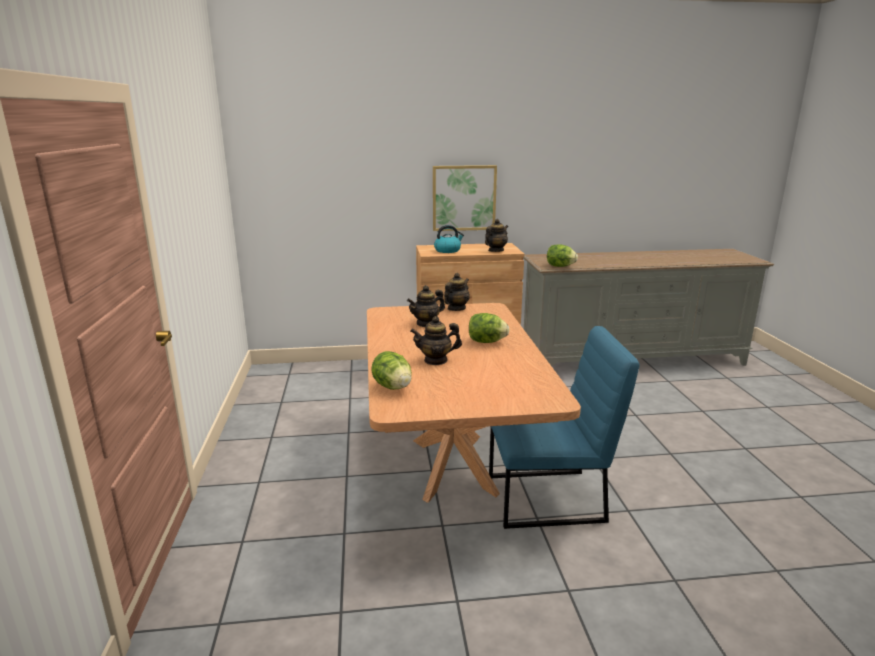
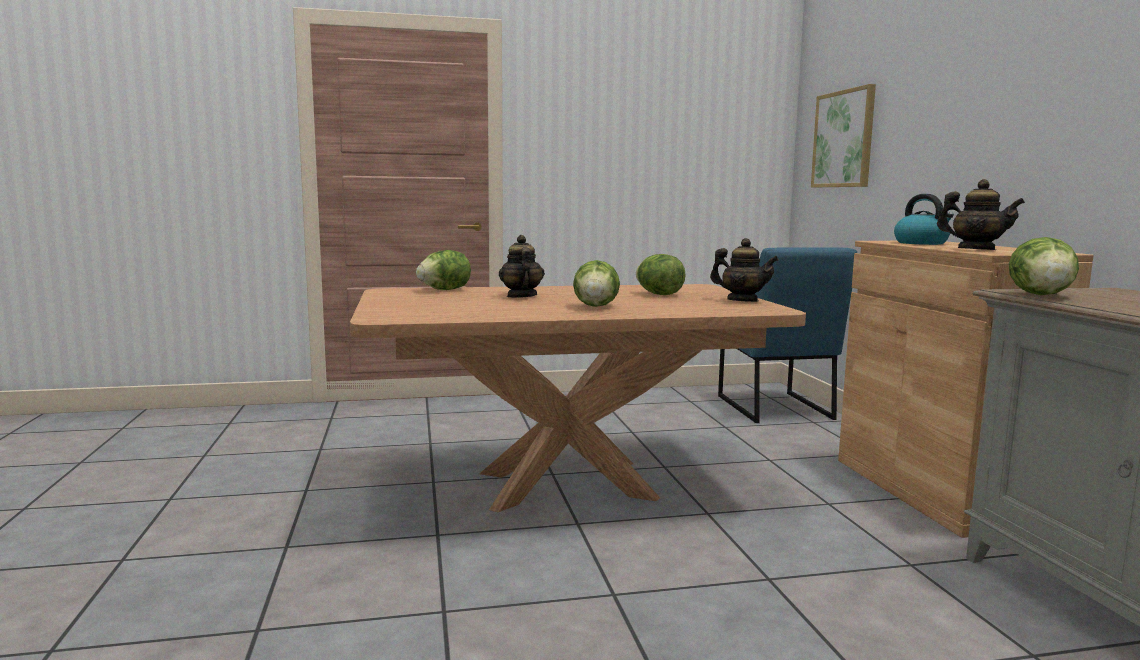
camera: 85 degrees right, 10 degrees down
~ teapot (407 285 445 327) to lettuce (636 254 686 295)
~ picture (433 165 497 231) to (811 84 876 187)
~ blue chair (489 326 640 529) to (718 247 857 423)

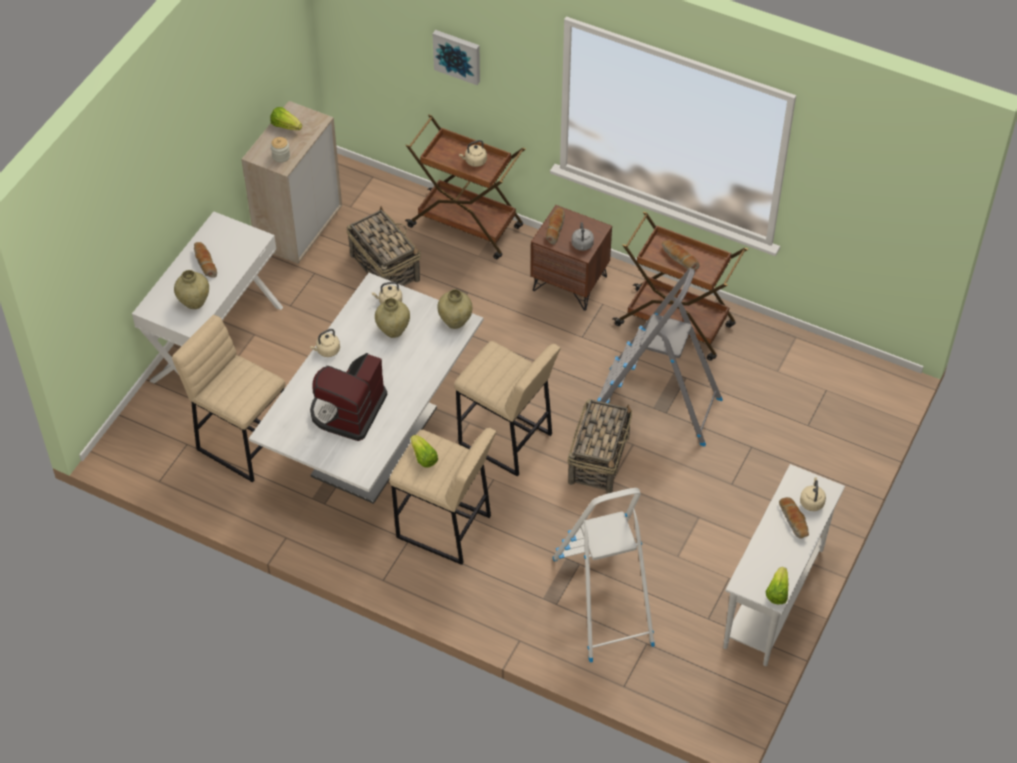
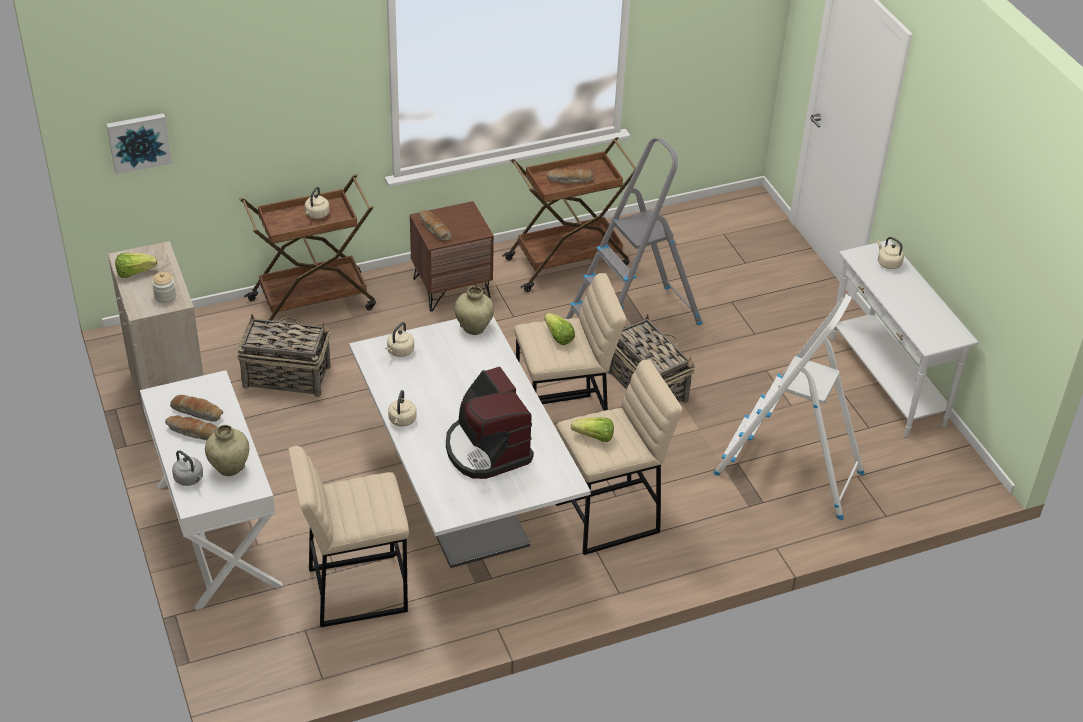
camera: 50 degrees left, 10 degrees down
- beige vase (375 298 410 338)
~ picture (433 30 480 85) to (107 113 172 174)
~ grey kettle (571 222 594 251) to (172 450 203 486)
~ lettuce (766 567 788 604) to (544 313 575 345)
~ bread (779 497 809 539) to (170 395 223 422)

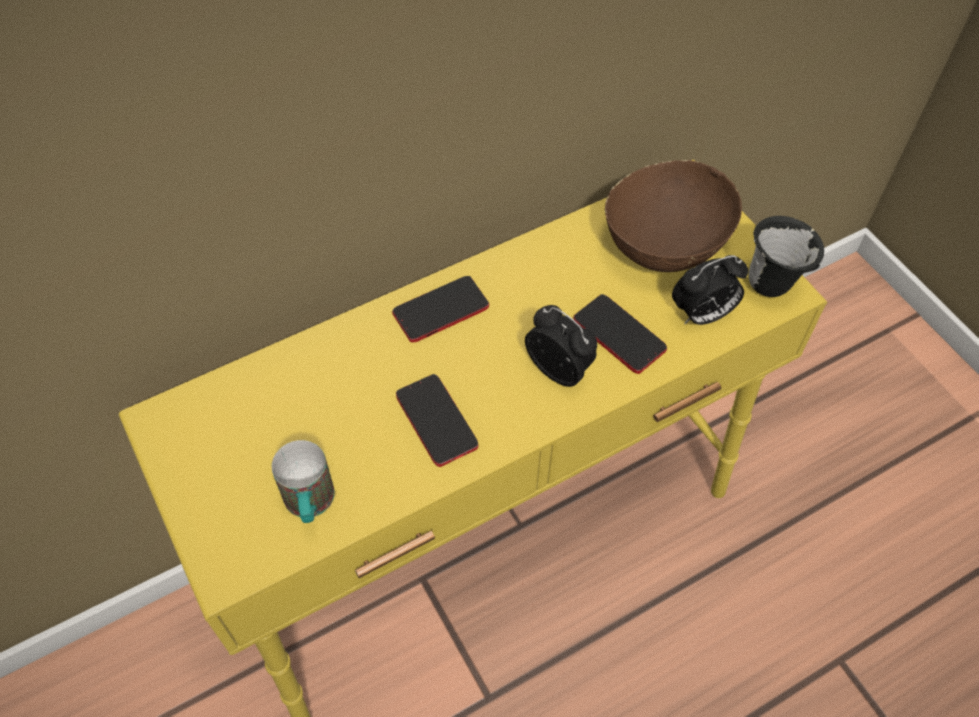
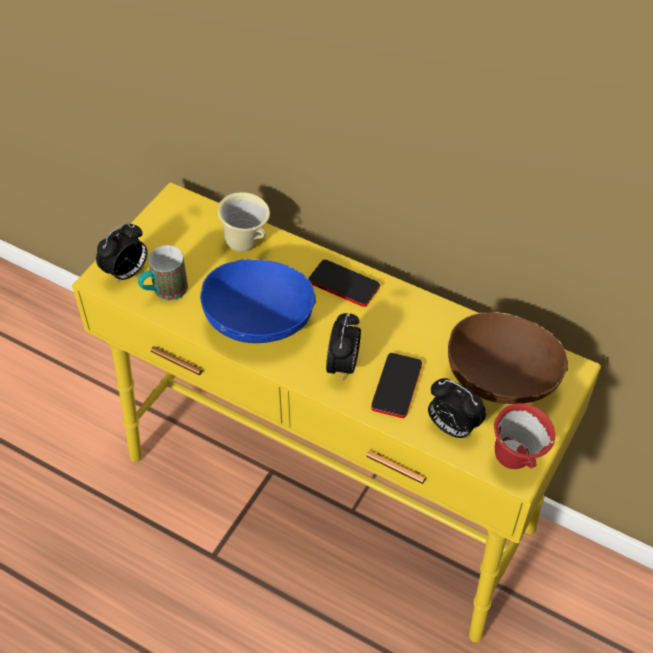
camera: 60 degrees right, 5 degrees down
~ phone (396 374 478 467) to blue bowl (198 258 316 343)
~ black mug (749 216 824 297) to red mug (494 403 555 469)
+ alarm clock (96 223 148 284)
+ beige mug (218 192 270 252)

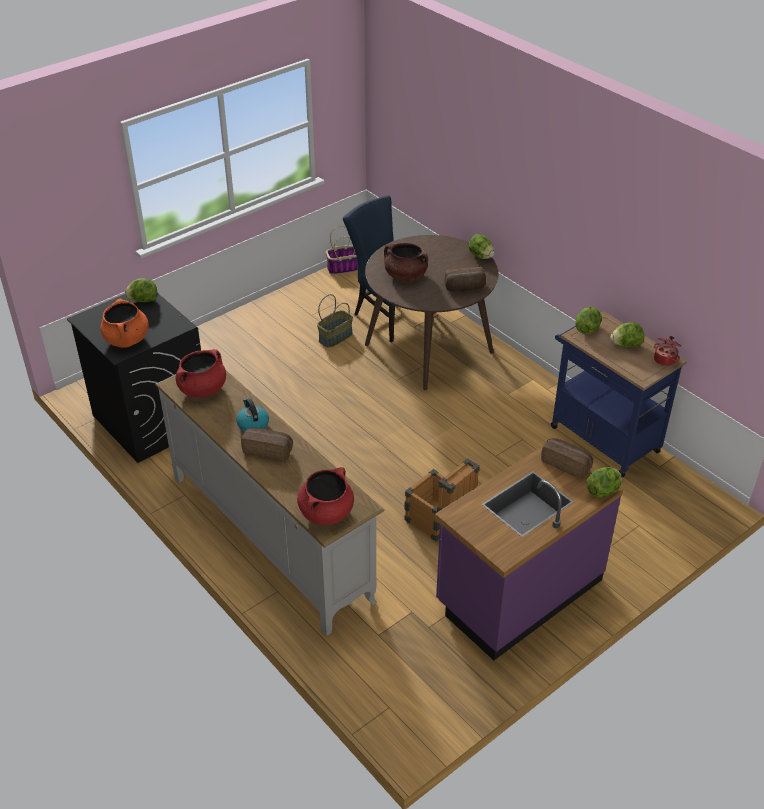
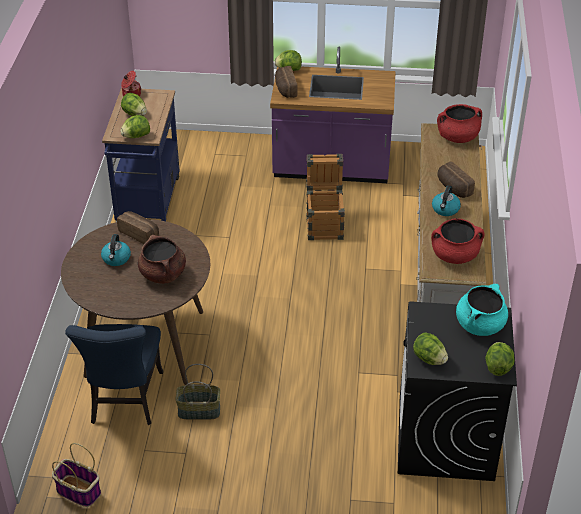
camera: 135 degrees left, 0 degrees up
~ orange cooking pot (100 298 149 348) to turquoise cooking pot (456 284 508 336)
~ lettuce (468 234 495 259) to (485 342 515 376)
+ kettle (101 234 131 266)

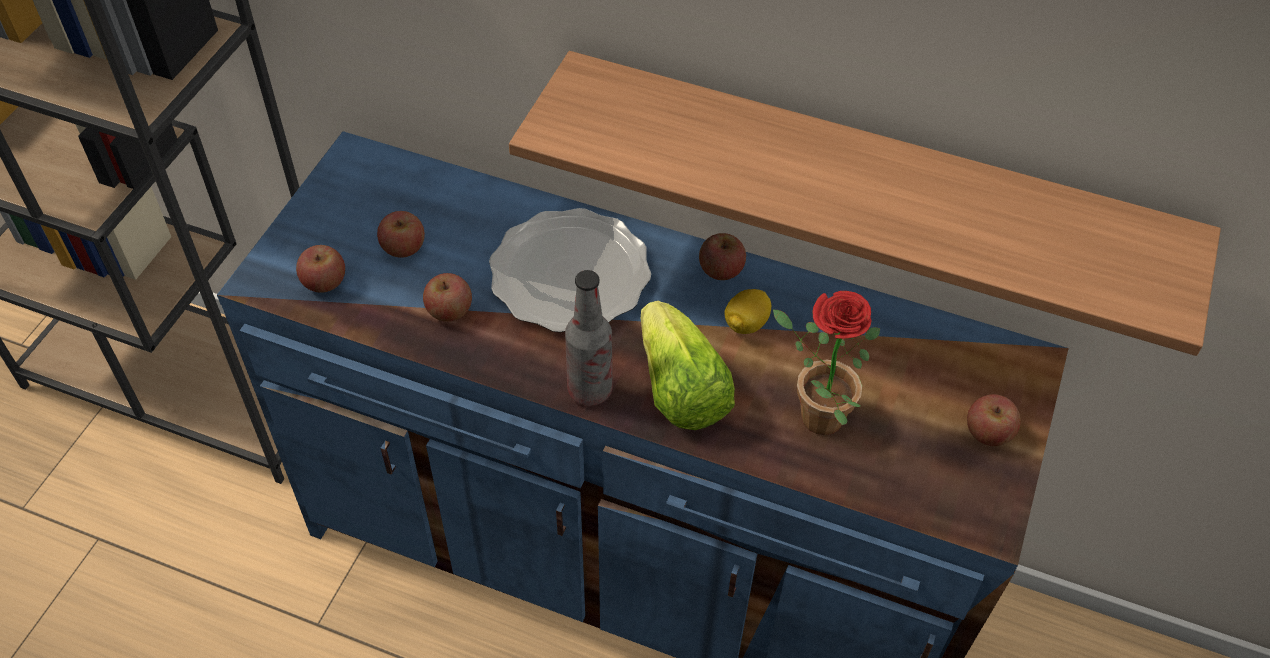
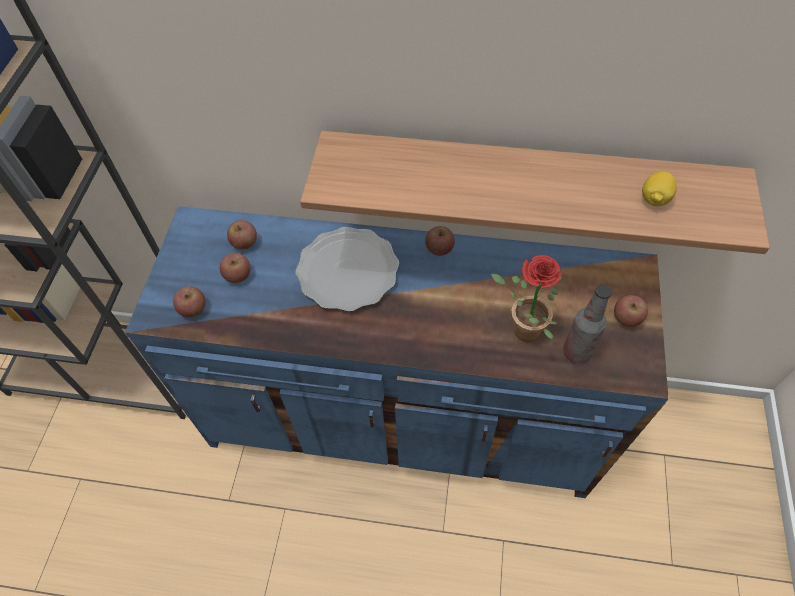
camera: 10 degrees left, 5 degrees up
~ apple (423 273 472 322) to (227 220 257 250)
~ bottle (565 270 613 406) to (563 284 612 363)
- lettuce (641 301 735 430)
~ lemon (724 289 771 334) to (642 171 677 206)

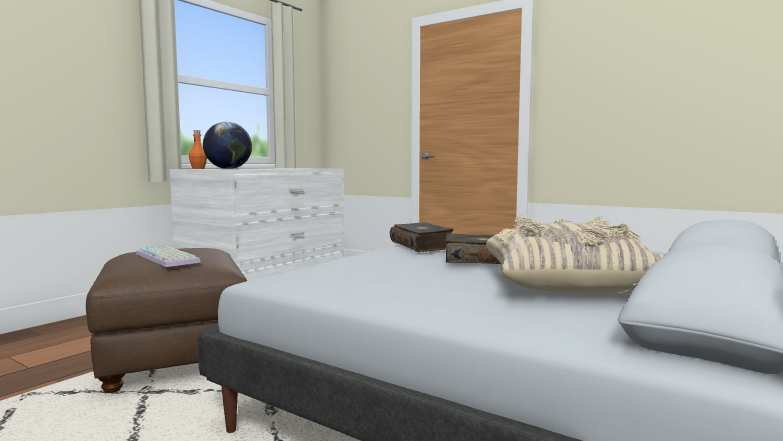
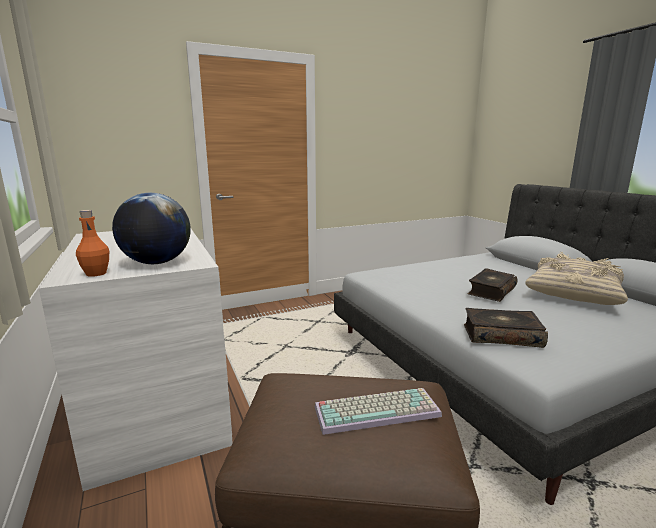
camera: 60 degrees left, 10 degrees up
~ book (390 222 453 252) to (464 308 548 348)

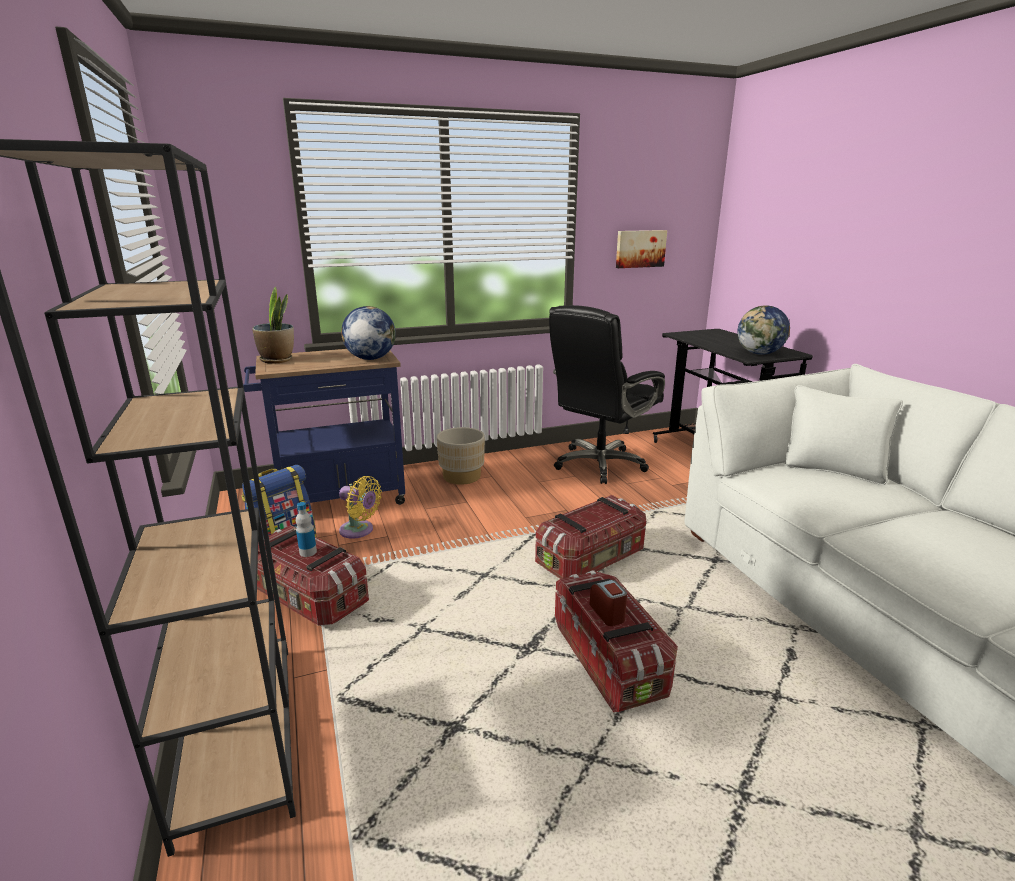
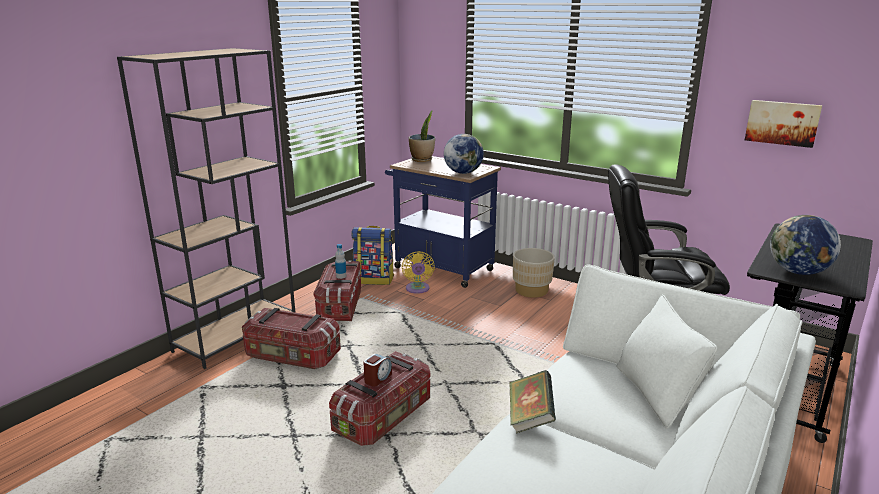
camera: 55 degrees right, 0 degrees up
~ storage box (535 495 646 579) to (242 308 341 369)
+ book (509 370 556 433)

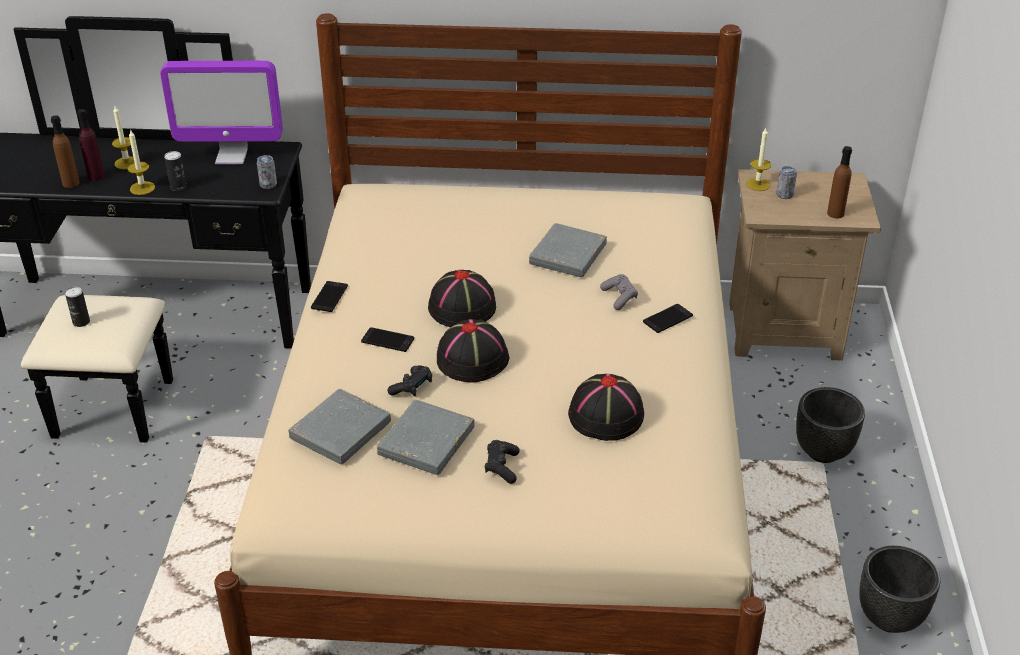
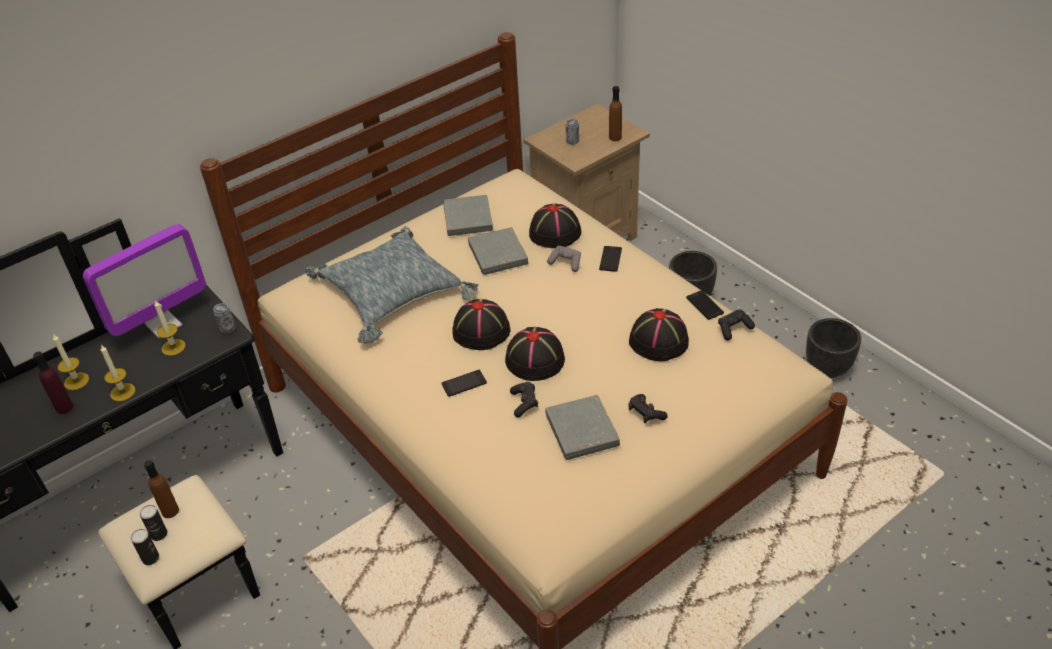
camera: 40 degrees left, 5 degrees up
~ brown bottle (51 115 80 188) to (144 460 179 518)
~ can (164 151 186 191) to (131 529 159 565)
~ grey book (288 389 391 465) to (443 195 493 236)
~ phone (311 281 348 312) to (686 290 724 320)
~ candle (746 128 771 191) to (154 300 186 356)
+ pillow (305 226 478 344)
+ black hat (529 203 581 248)
+ black game controller (718 310 755 341)

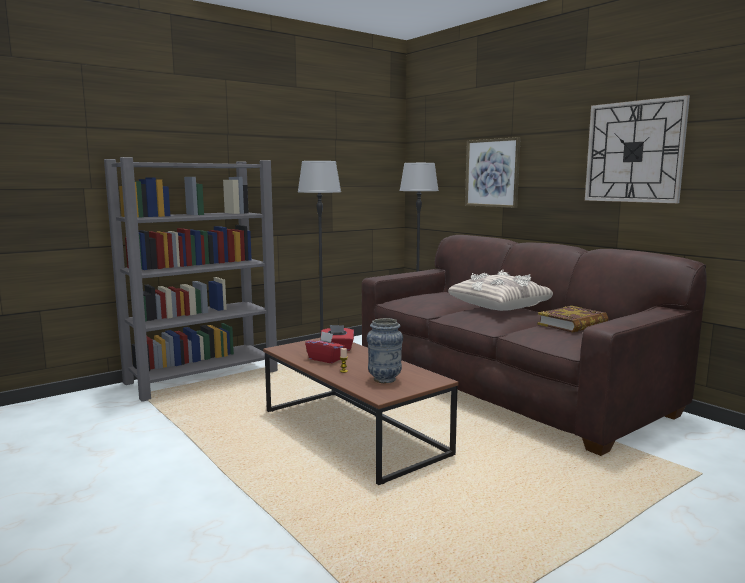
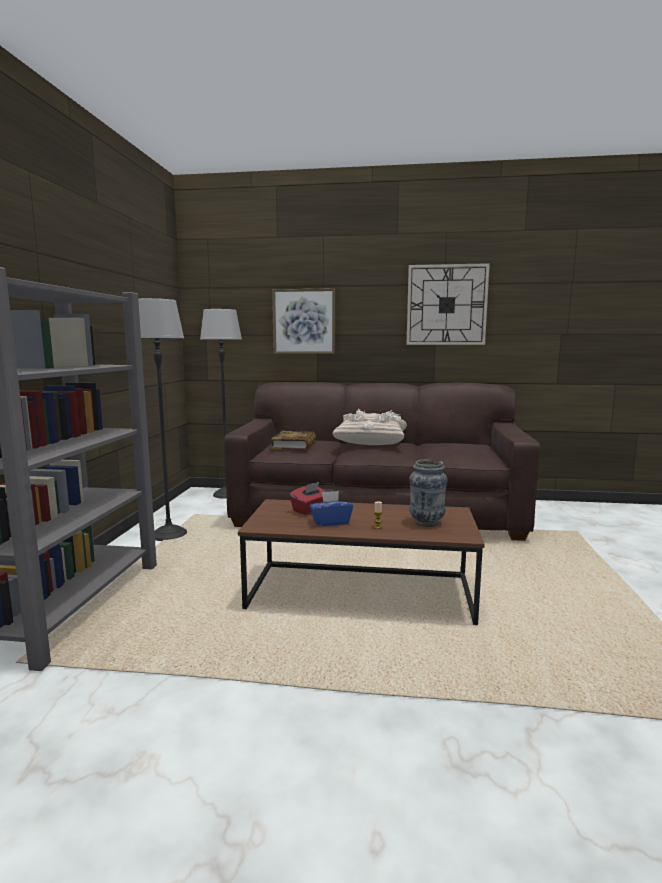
camera: 45 degrees left, 0 degrees up
~ red tissue box (305 332 345 363) to blue tissue box (310 491 353 526)
~ book (537 306 608 333) to (271 431 316 450)

